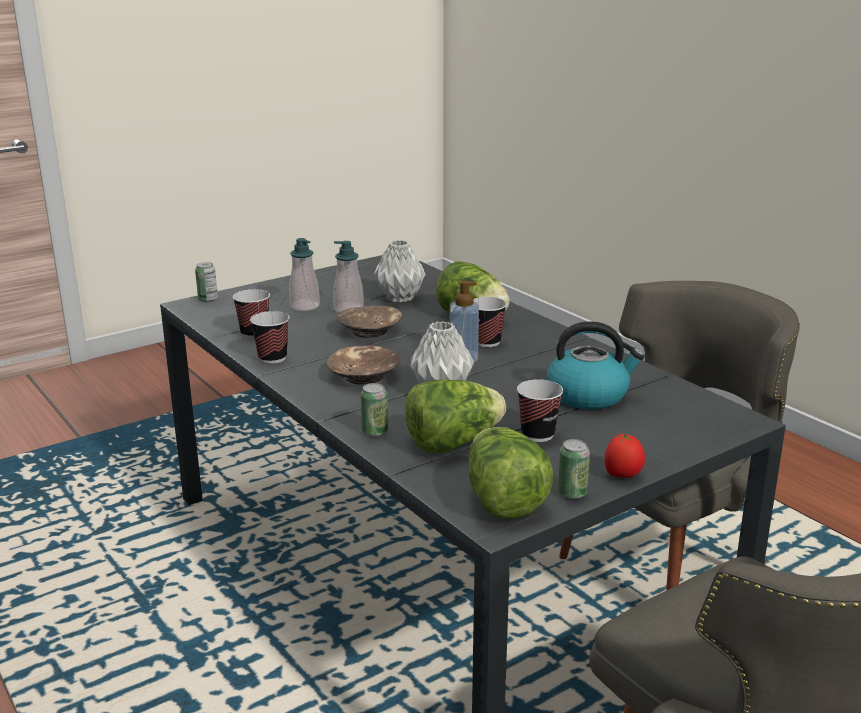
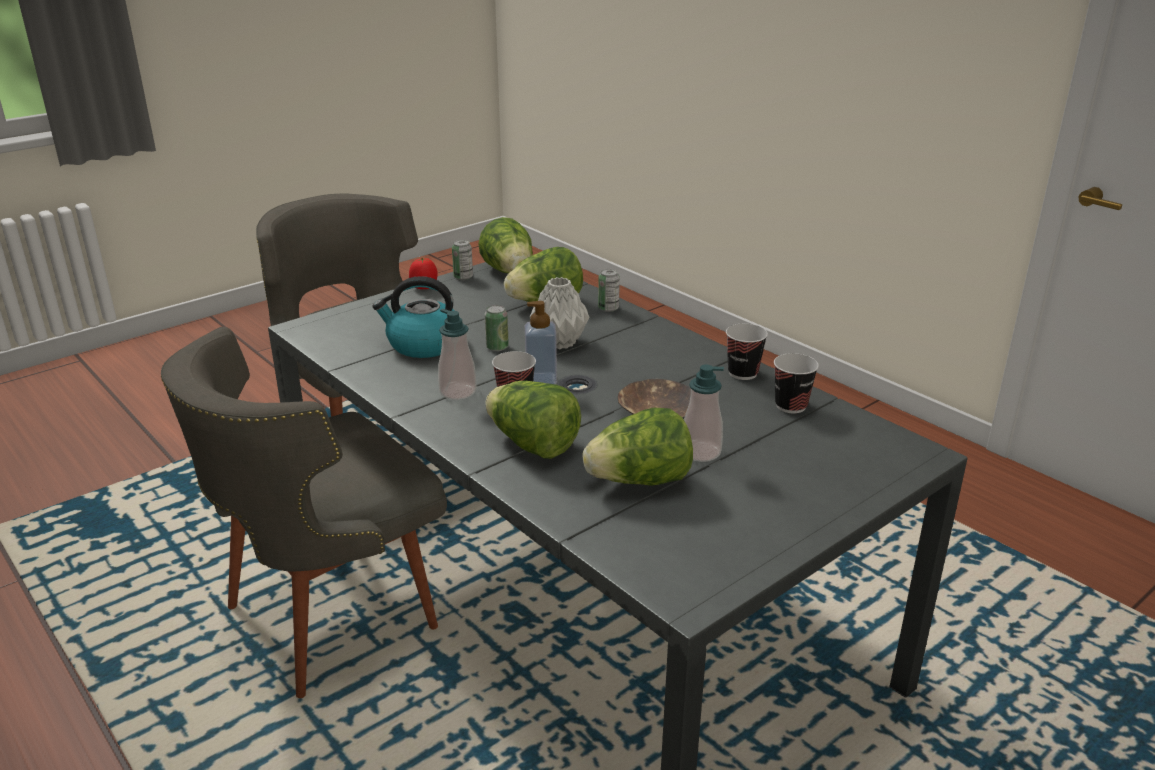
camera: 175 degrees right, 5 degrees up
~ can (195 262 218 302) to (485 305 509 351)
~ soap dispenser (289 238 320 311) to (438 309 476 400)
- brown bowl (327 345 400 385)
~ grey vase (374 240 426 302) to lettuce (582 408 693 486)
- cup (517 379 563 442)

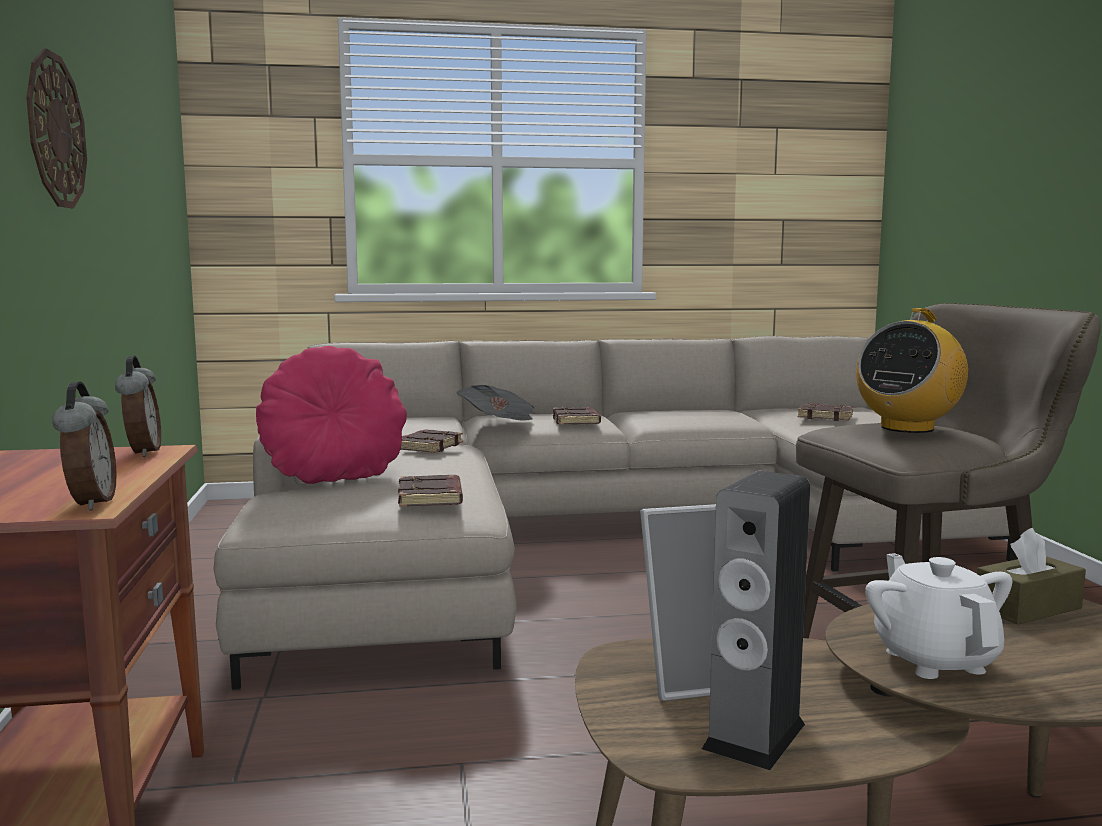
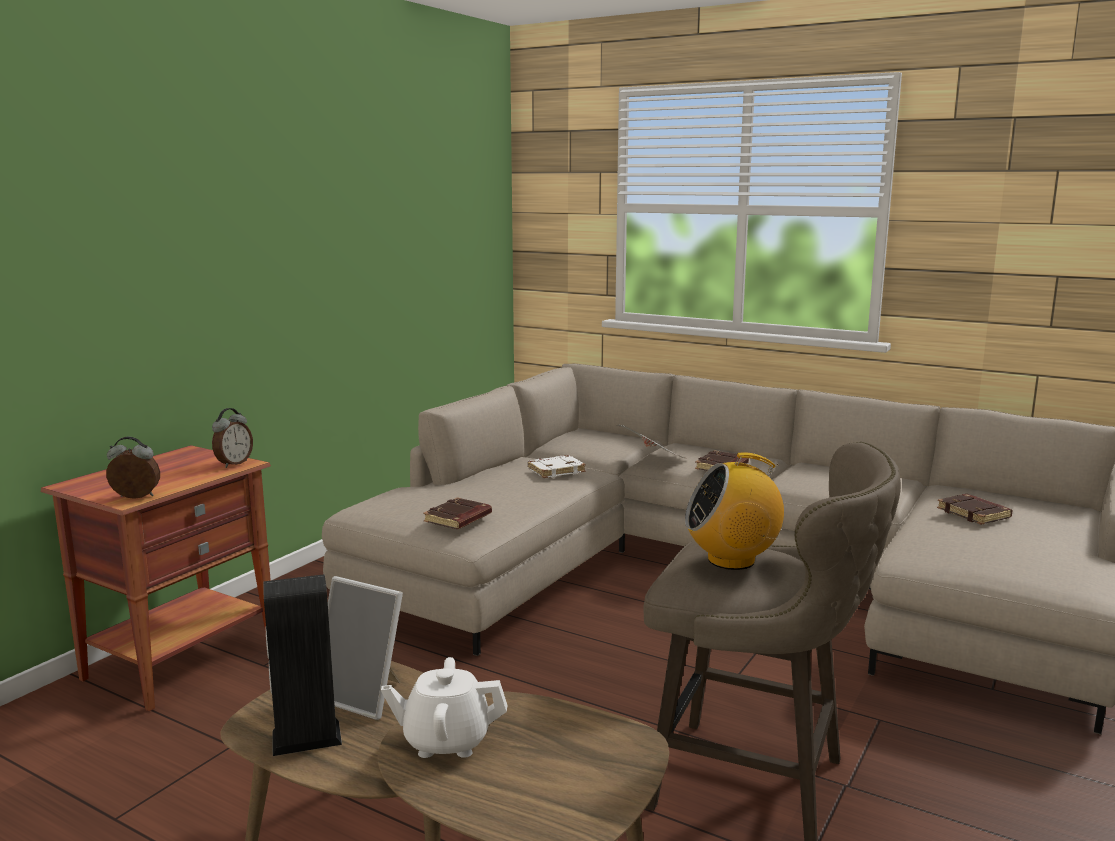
camera: 40 degrees right, 5 degrees up
- wall clock (26 48 87 208)
~ alarm clock (52 382 117 511) = (106 436 160 499) 120 degrees counterclockwise
- pink pillow (256 346 407 484)
~ brown book (400 429 463 453) to white book (527 455 586 478)
~ white teapot (865 553 1012 679) = (381 657 508 758) 120 degrees counterclockwise
- brown tissue box (977 528 1086 625)

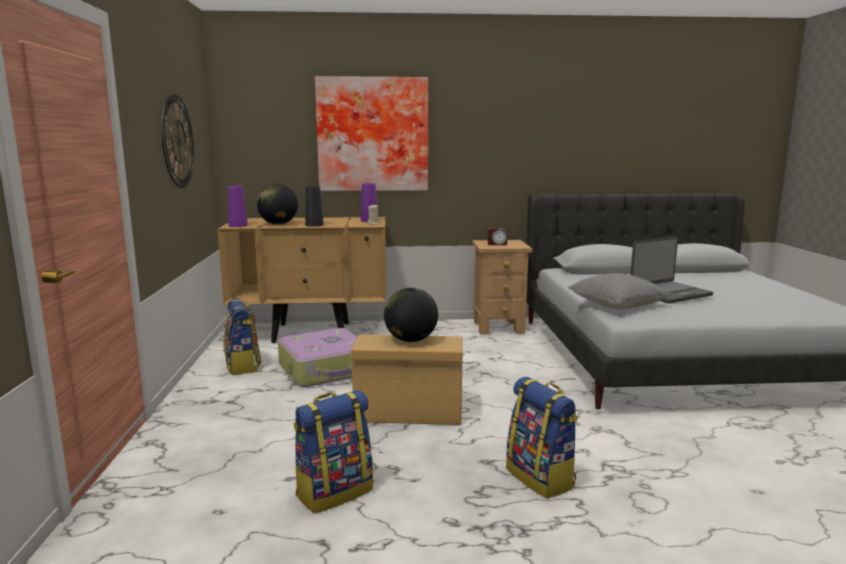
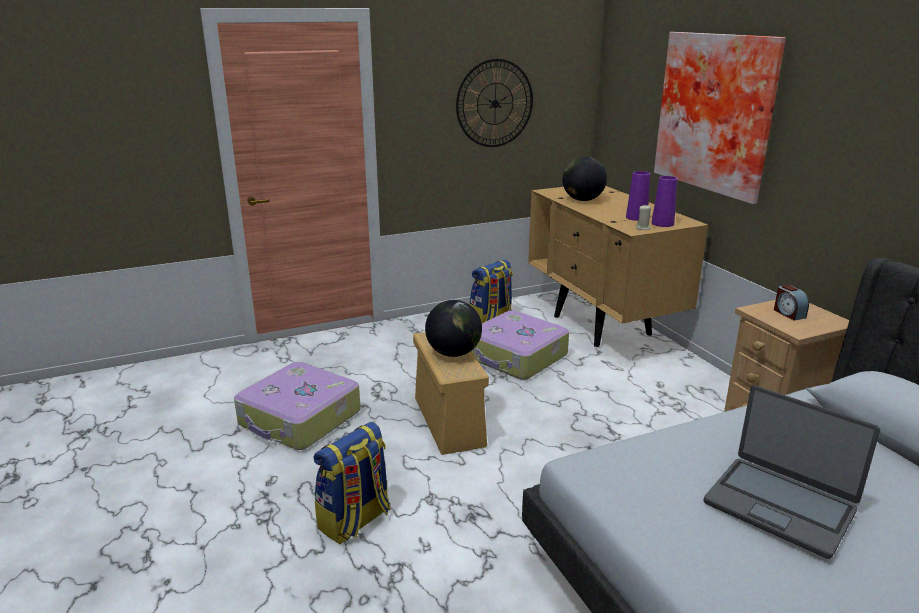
camera: 70 degrees right, 10 degrees up
~ purple vase (228 186 248 227) to (626 171 650 221)
~ backpack (294 390 373 514) to suitcase (234 362 361 450)
- black vase (305 186 324 227)
- grey pillow (568 273 672 309)

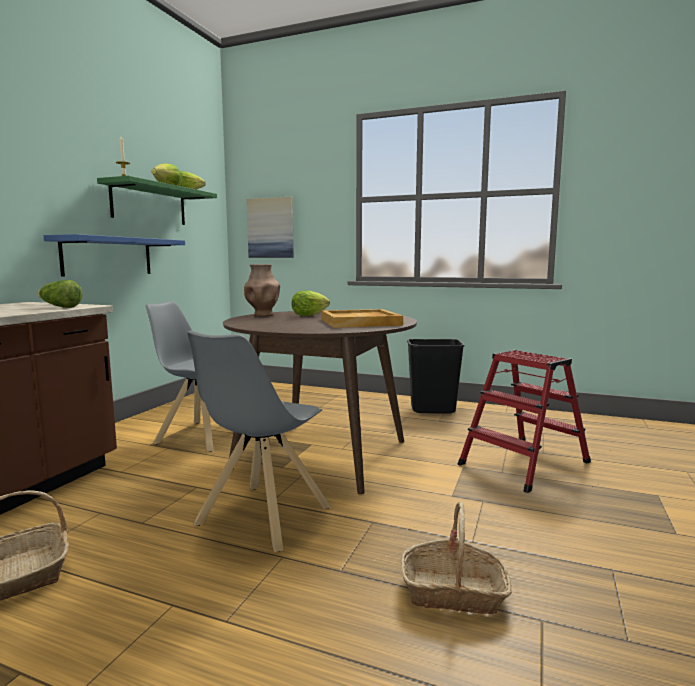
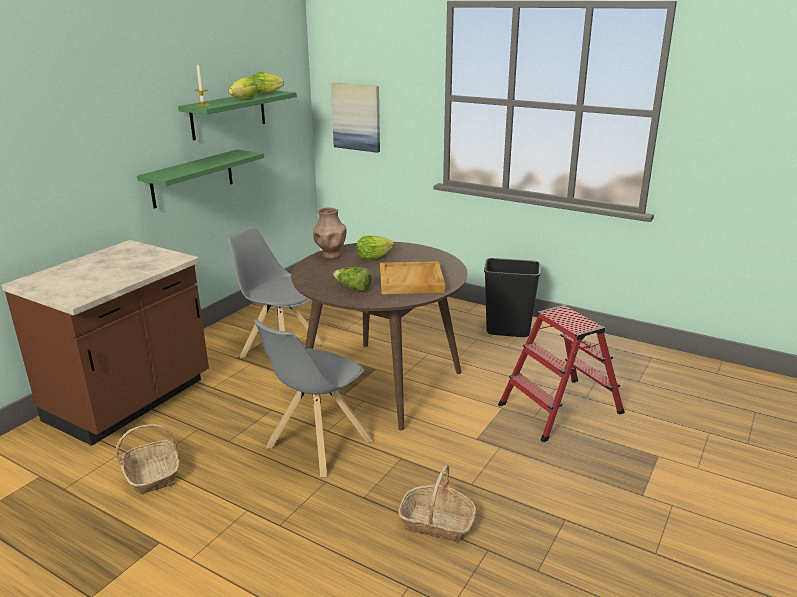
camera: 10 degrees right, 15 degrees up
~ lettuce (38 280 83 308) to (333 267 372 292)
~ blue shelf (43 234 185 276) to green shelf (137 149 264 209)

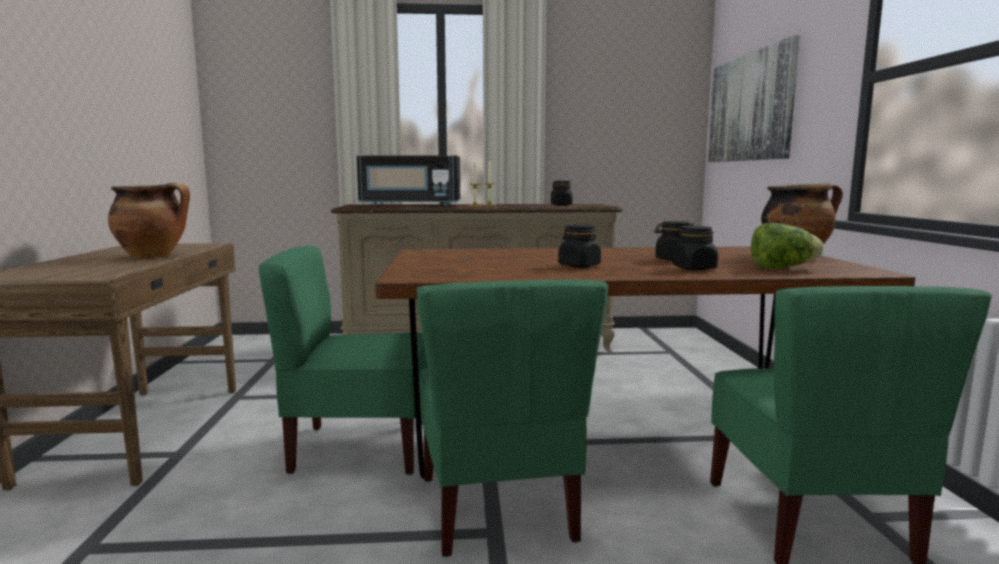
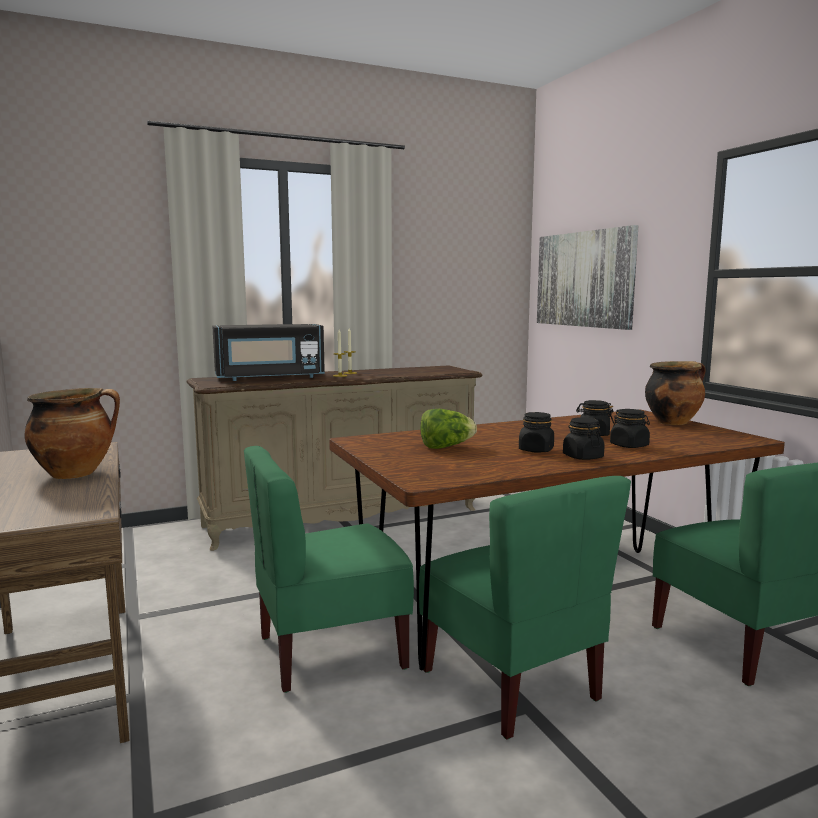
camera: 20 degrees left, 0 degrees up
~ black jar (551 181 572 206) to (563 417 605 460)
~ lettuce (751 223 823 269) to (420 409 477 449)

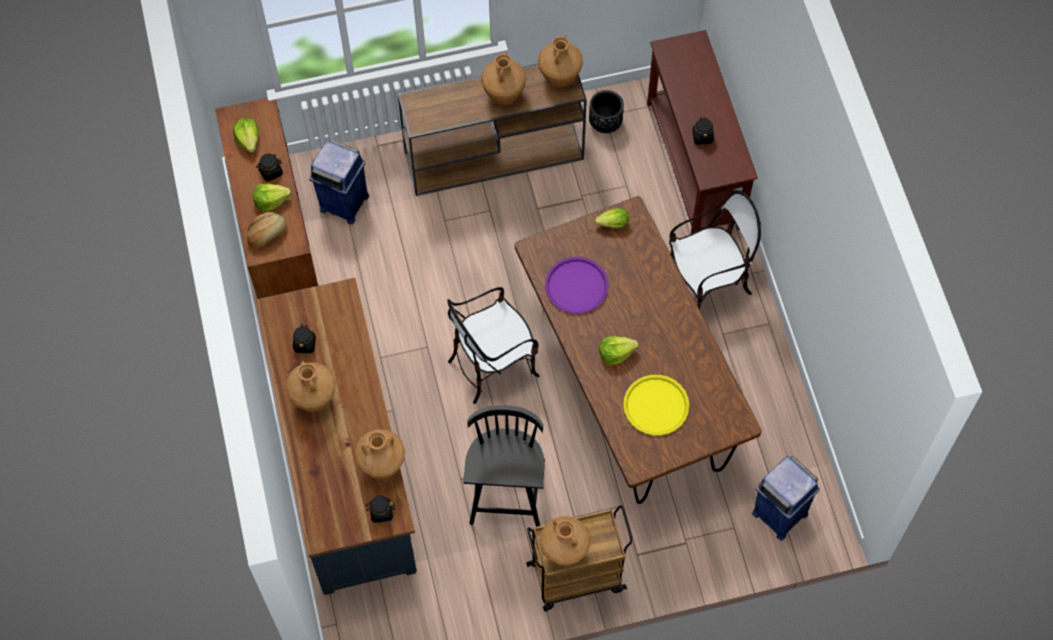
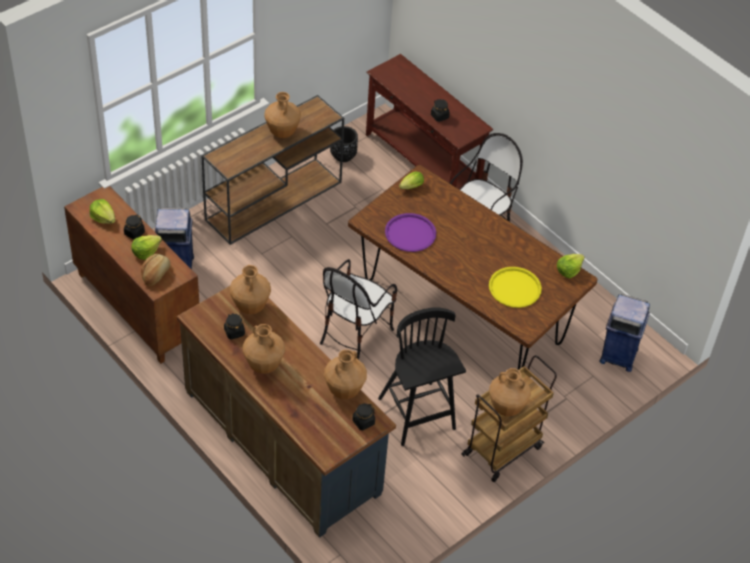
camera: 30 degrees left, 15 degrees down
~ brown vase (538 35 583 87) to (230 265 271 314)
~ lettuce (599 336 638 365) to (557 254 585 278)

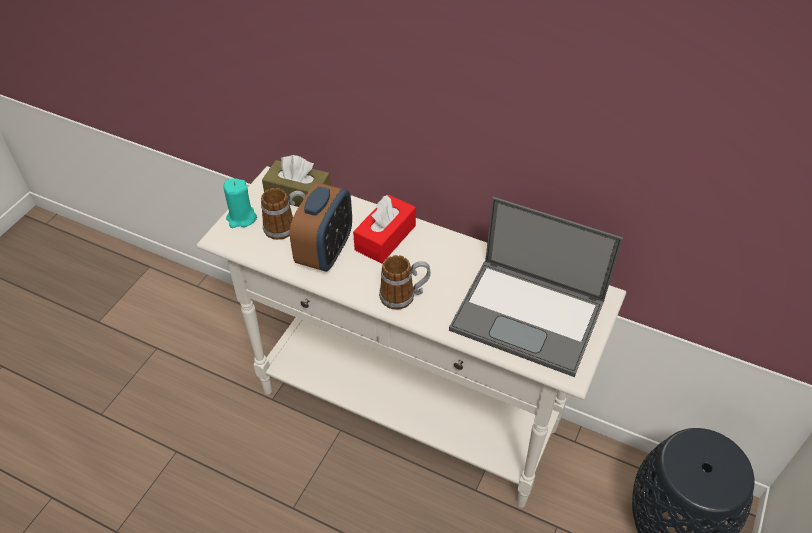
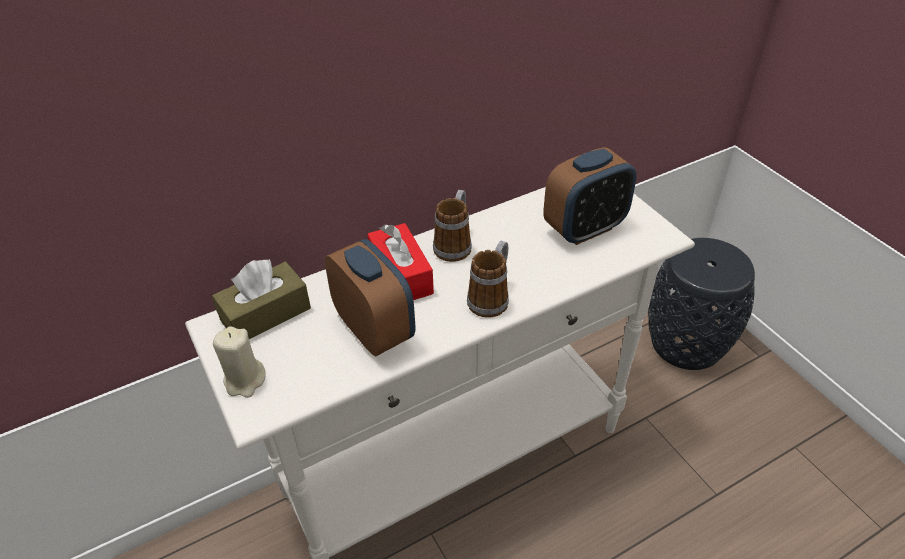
camera: 55 degrees left, 5 degrees down
~ turquoise candle (224 178 257 228) to beige candle (213 326 266 398)
~ mug (261 188 305 240) to (433 190 472 262)
~ laptop (449 197 623 377) to alarm clock (543 147 637 245)

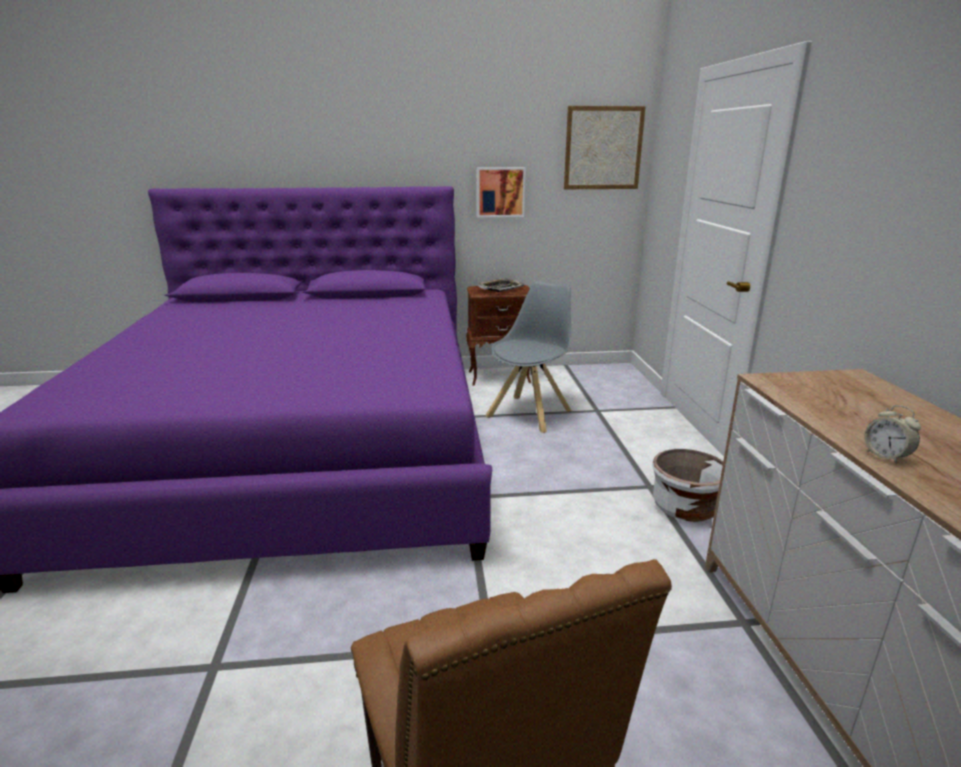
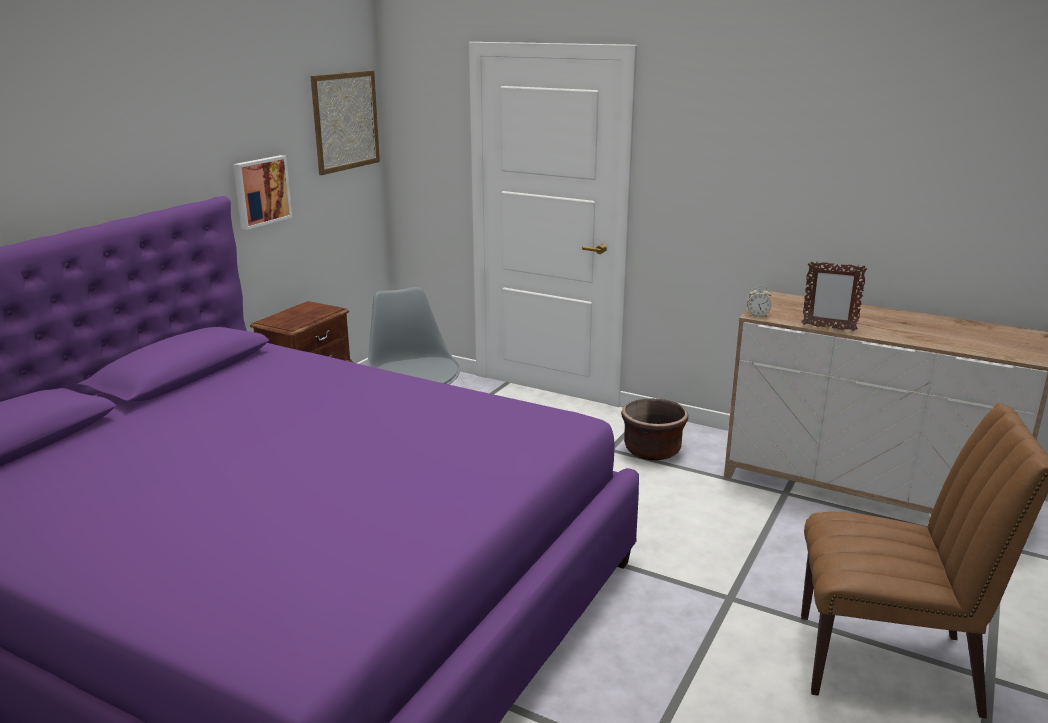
camera: 55 degrees left, 0 degrees up
- tray (478 278 524 292)
~ white planter (652 449 723 522) to brown planter (621 398 688 460)
~ alarm clock (865 405 921 464) to (747 286 771 317)
+ picture frame (802 261 867 331)

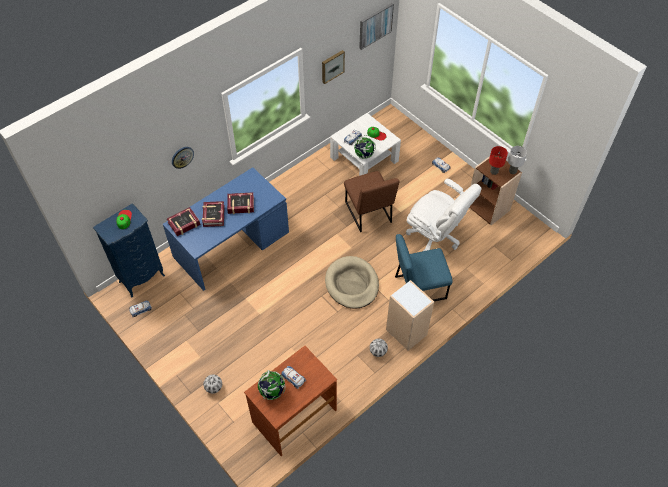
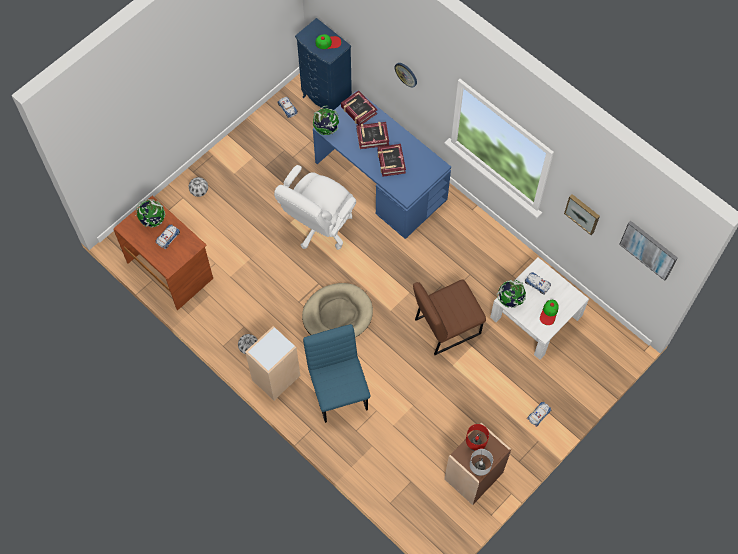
camera: 85 degrees right, 10 degrees up
~ white office chair (406 179 481 251) to (274 165 356 250)
+ globe (313 106 339 135)

